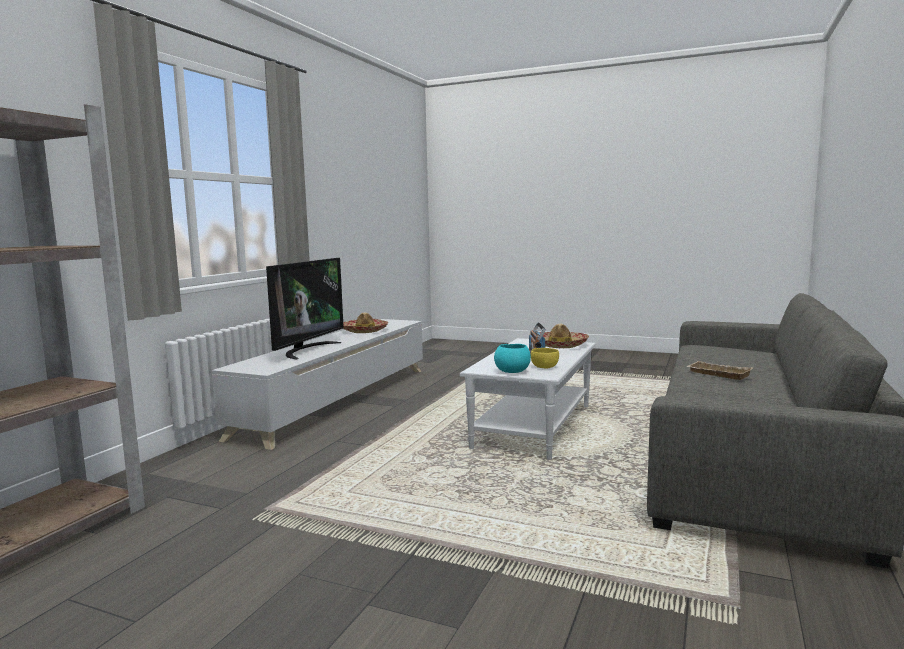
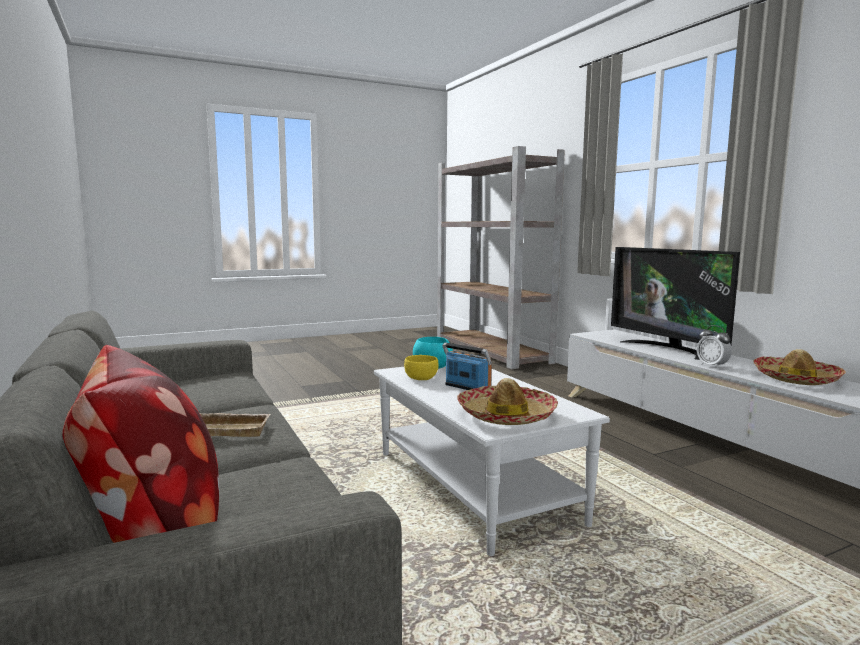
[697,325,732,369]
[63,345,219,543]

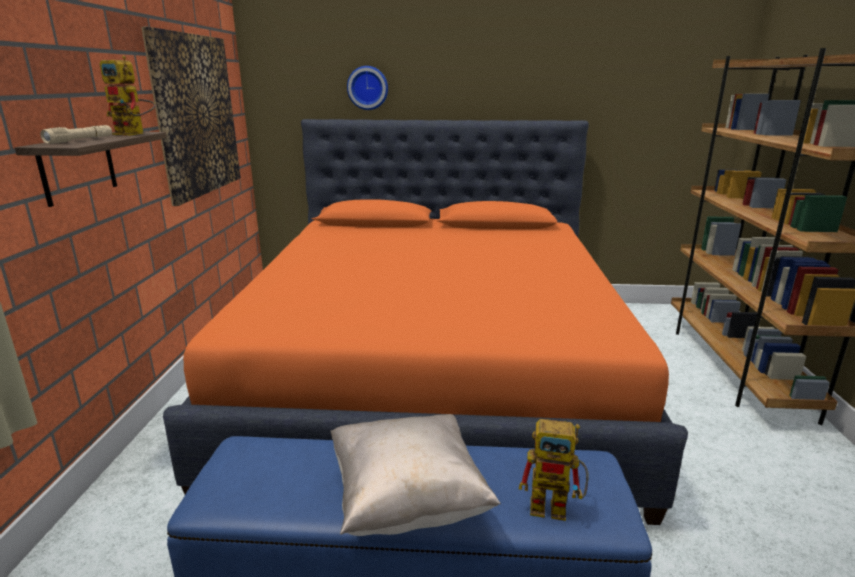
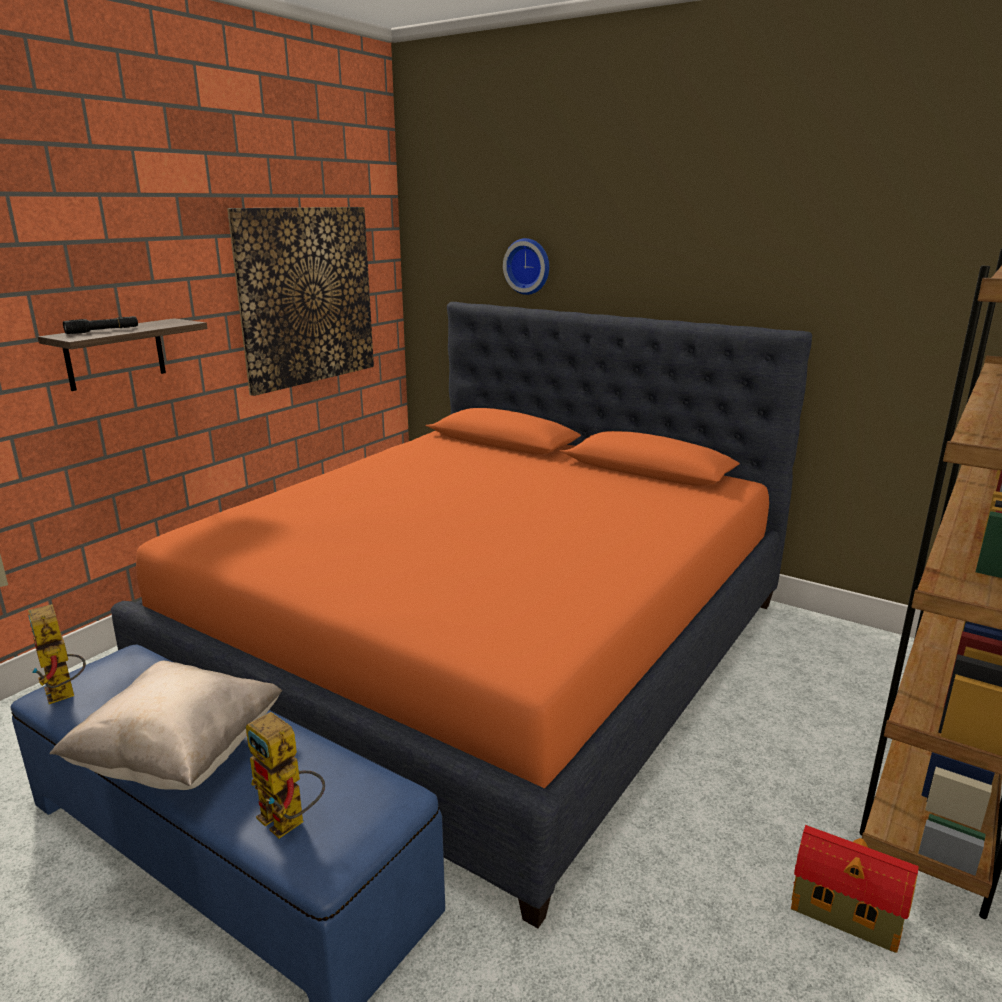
[28,604,86,704]
[63,316,138,334]
[791,825,919,953]

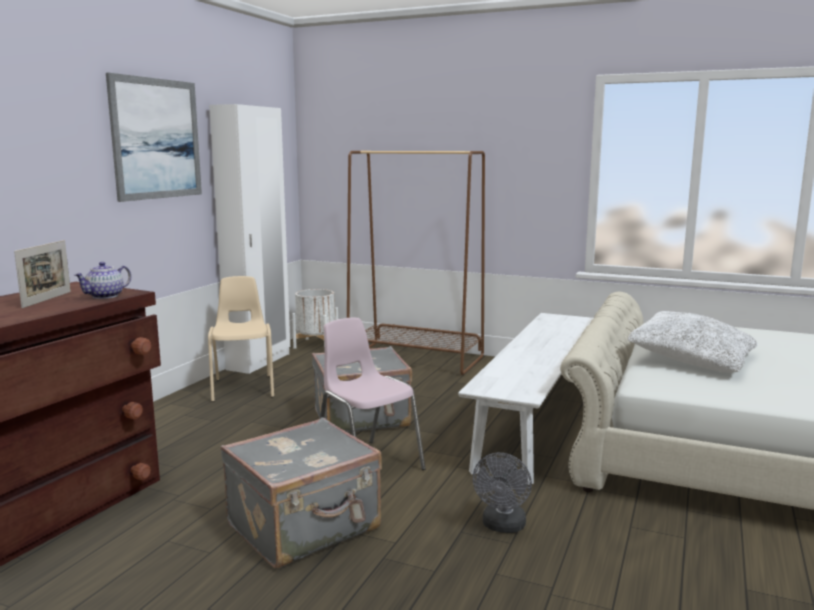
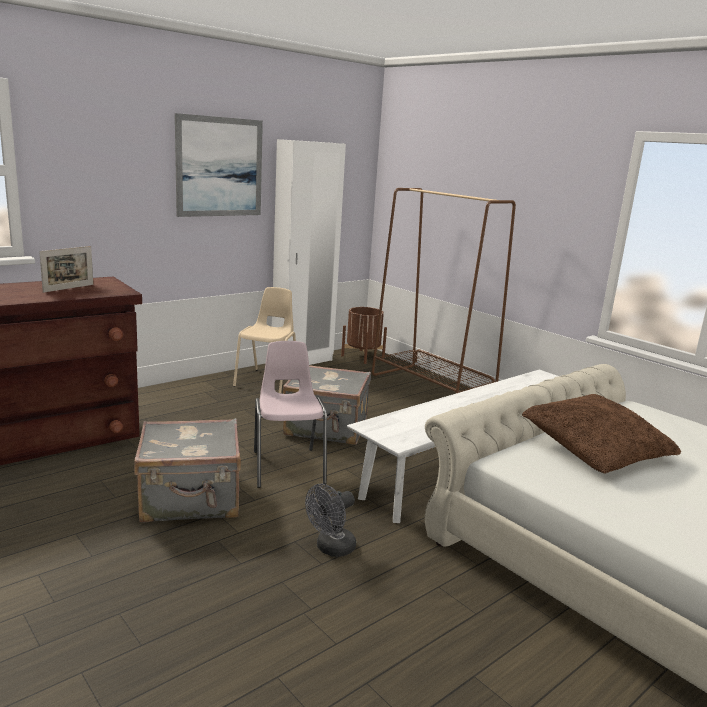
[74,262,131,299] (first image)
[341,307,387,364]
[522,394,681,473]

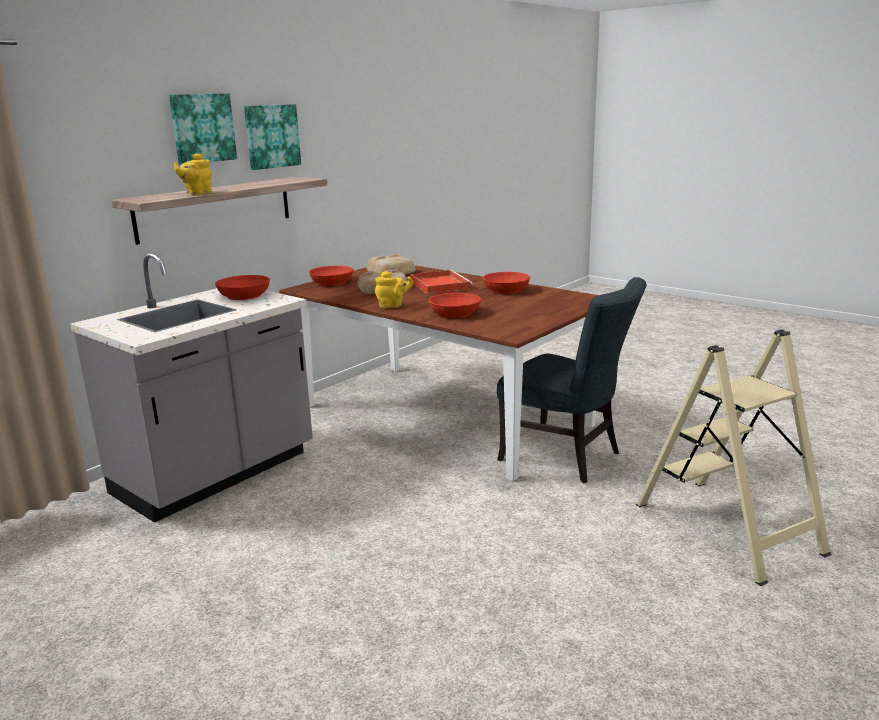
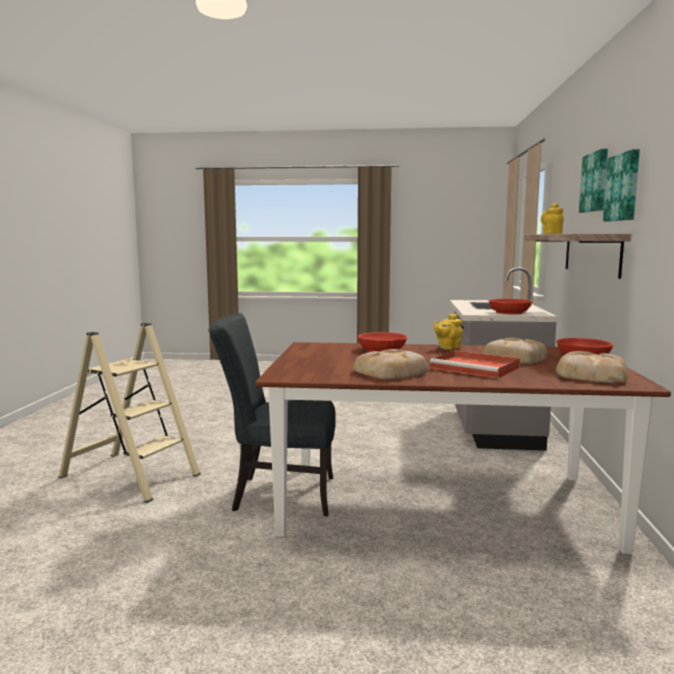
[353,349,429,380]

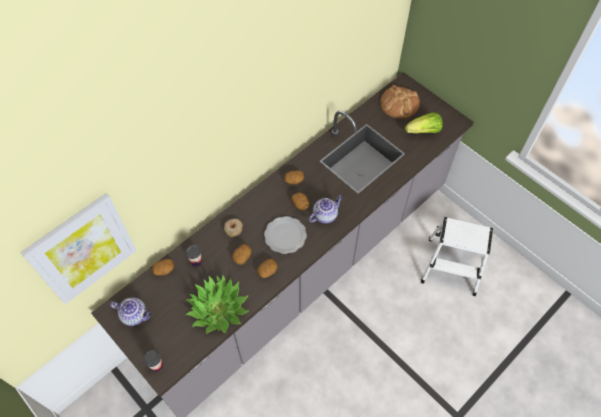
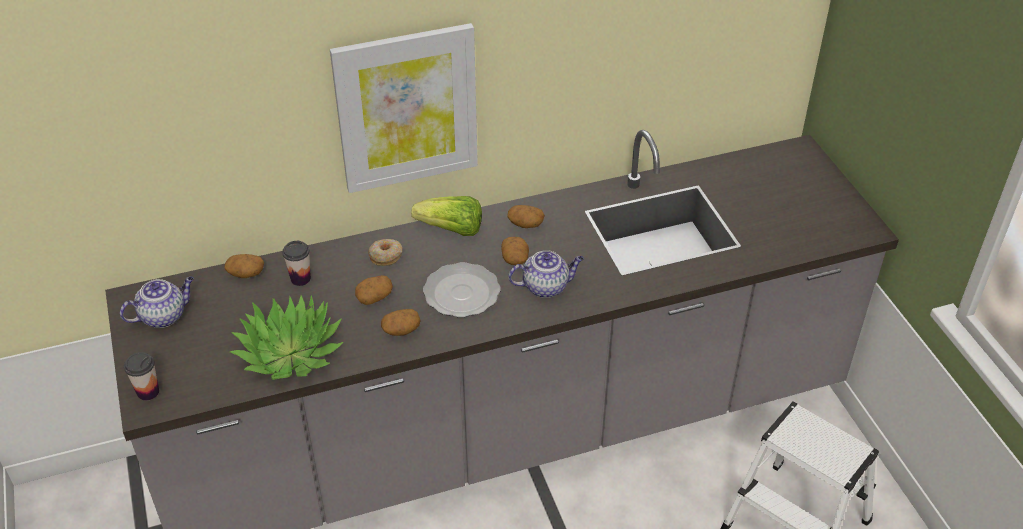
[381,85,420,119] (first image)
[411,196,482,236]
[330,23,478,193]
[120,277,194,328]

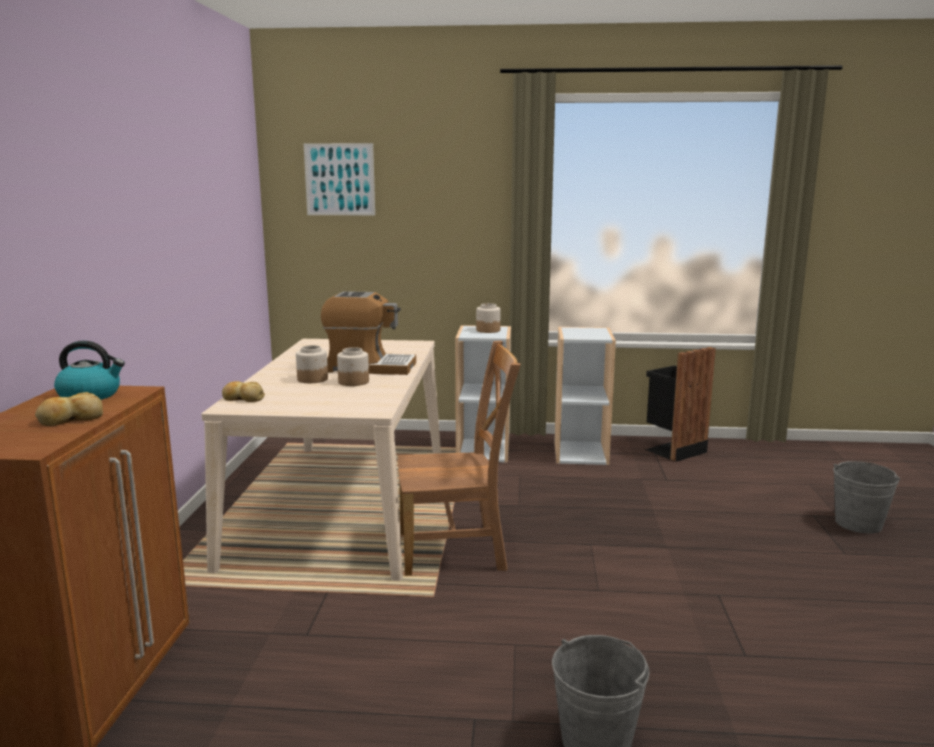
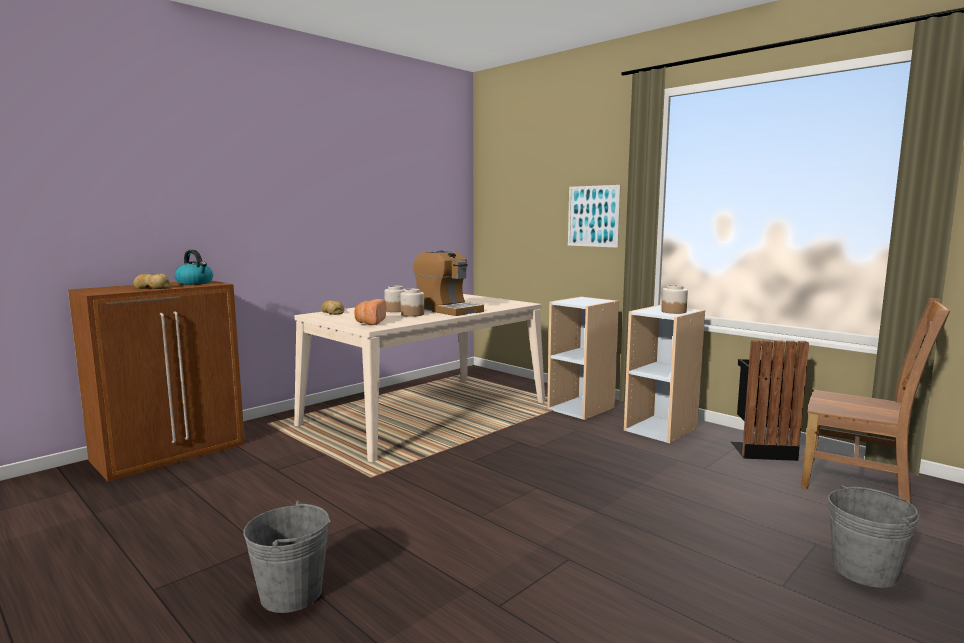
[568,185,621,248]
[661,285,688,314]
[801,298,951,505]
[354,299,386,325]

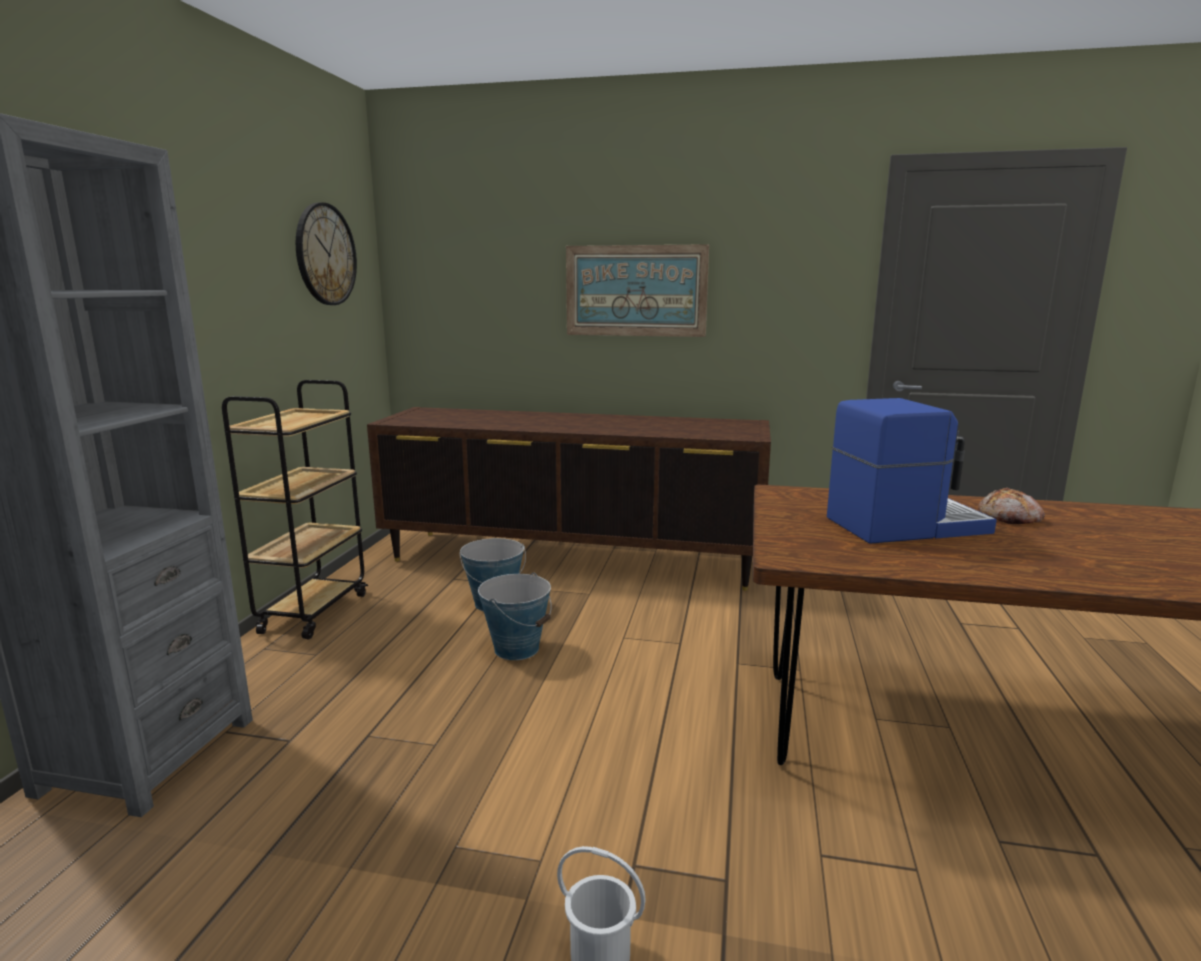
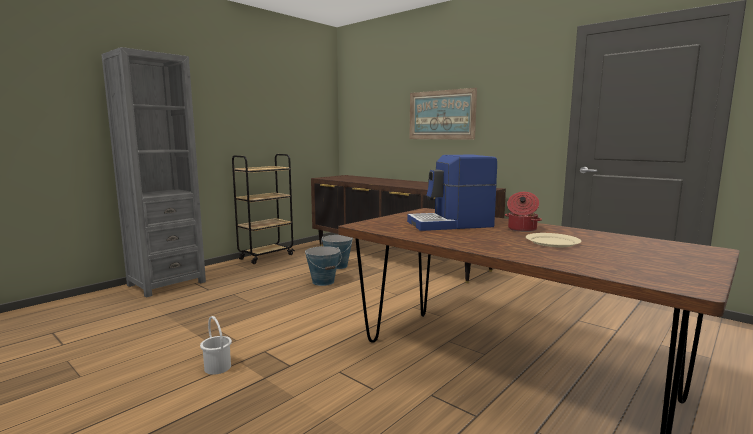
[296,202,357,305] (first image)
[407,155,497,231]
[505,192,542,232]
[526,233,582,247]

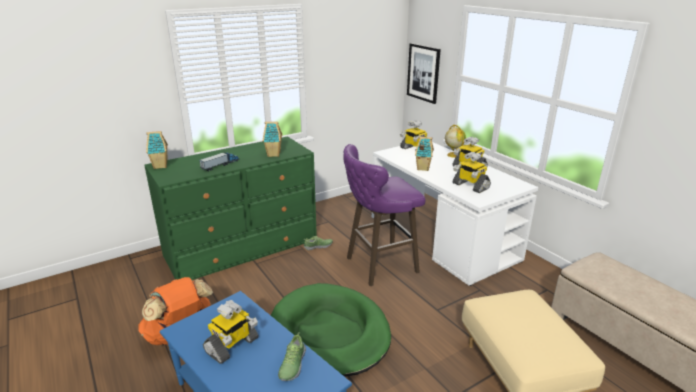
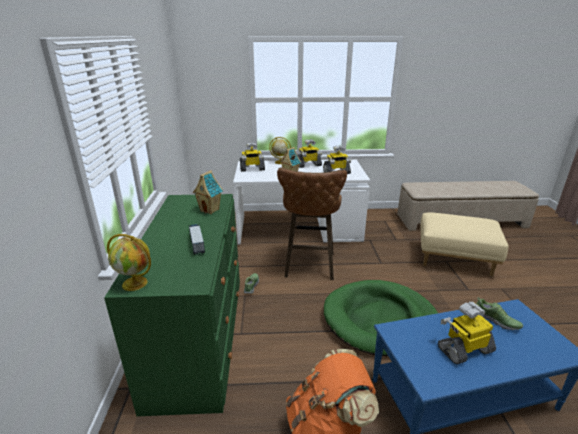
[407,43,441,104] (first image)
[107,234,151,291]
[277,168,347,280]
[438,302,496,364]

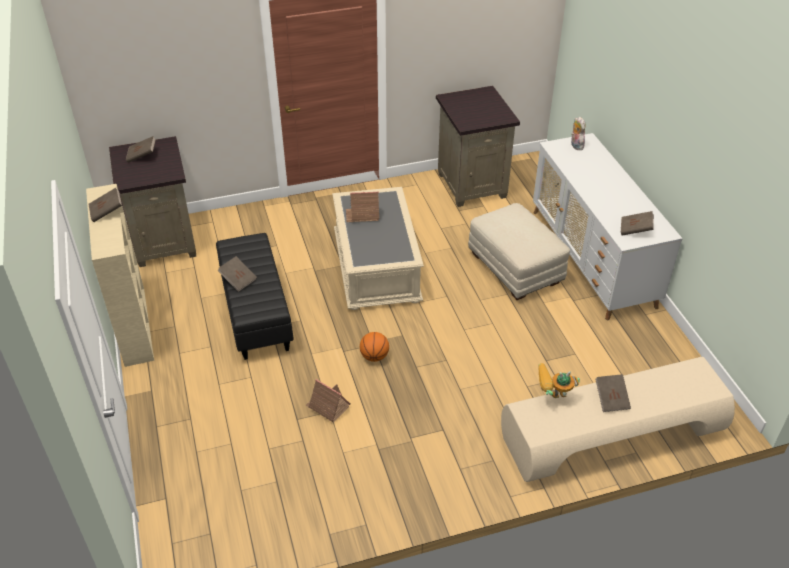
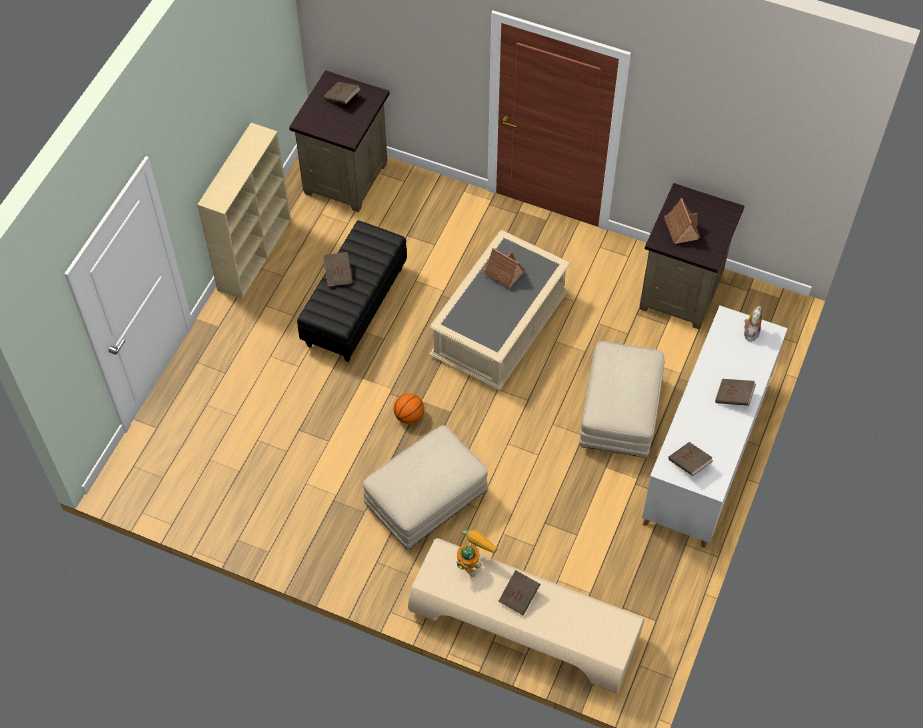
[715,379,756,406]
[456,530,498,577]
[664,198,701,244]
[363,425,488,550]

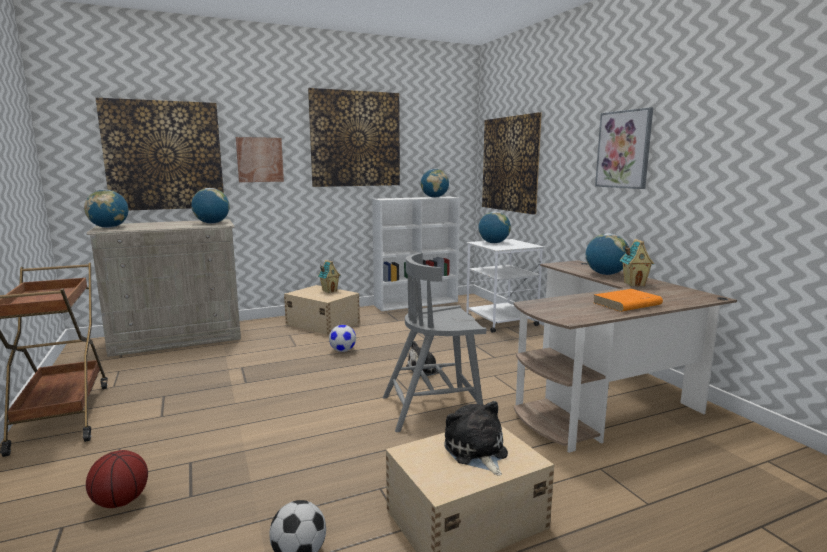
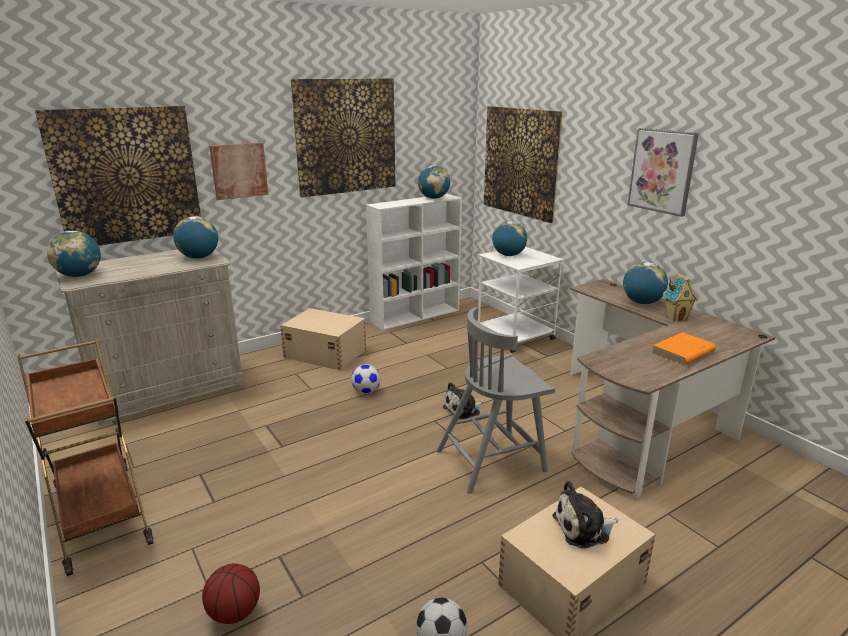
[318,260,341,293] (first image)
[552,481,618,548]

